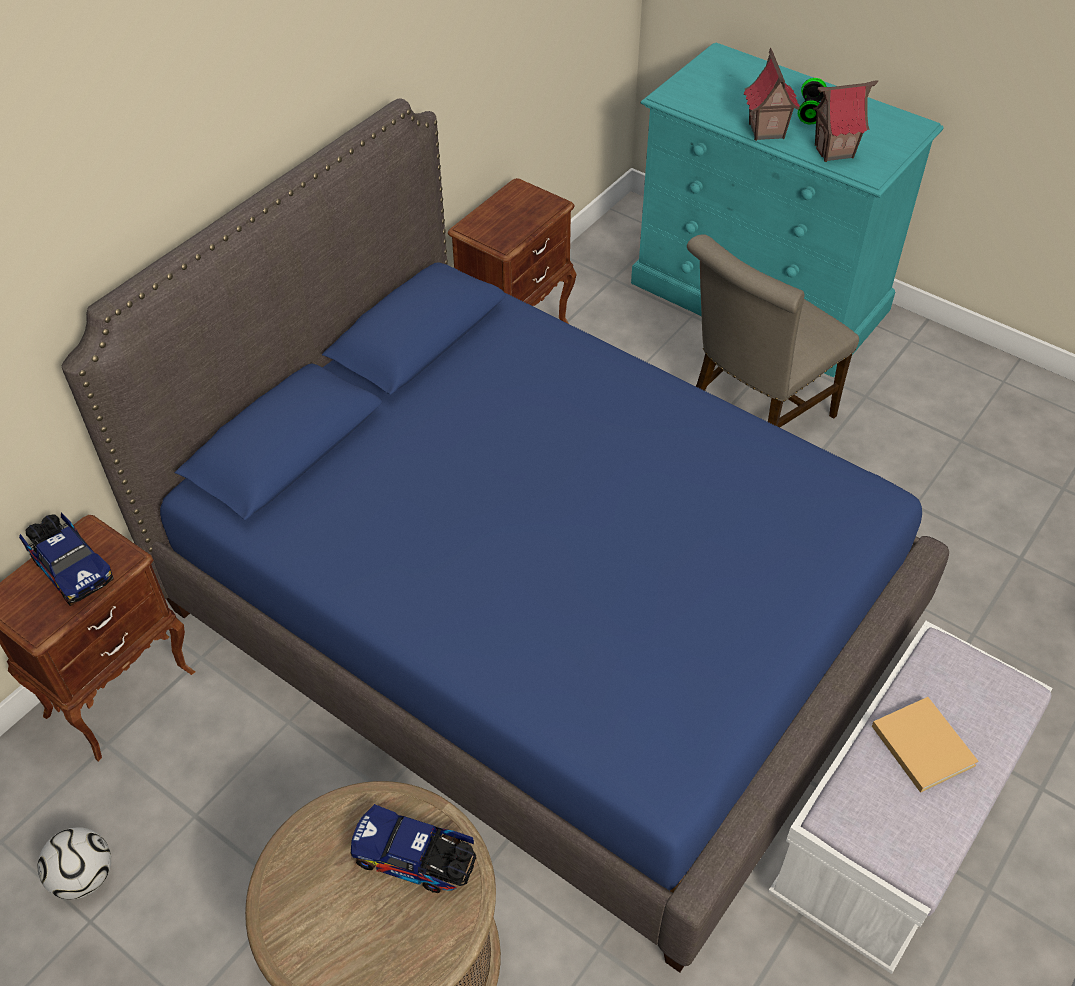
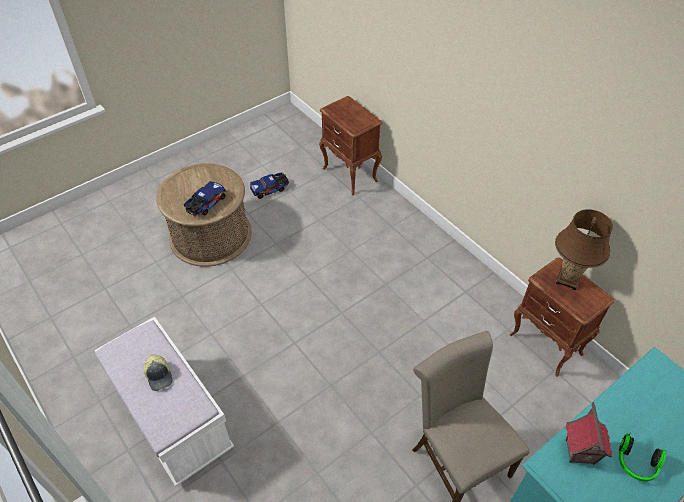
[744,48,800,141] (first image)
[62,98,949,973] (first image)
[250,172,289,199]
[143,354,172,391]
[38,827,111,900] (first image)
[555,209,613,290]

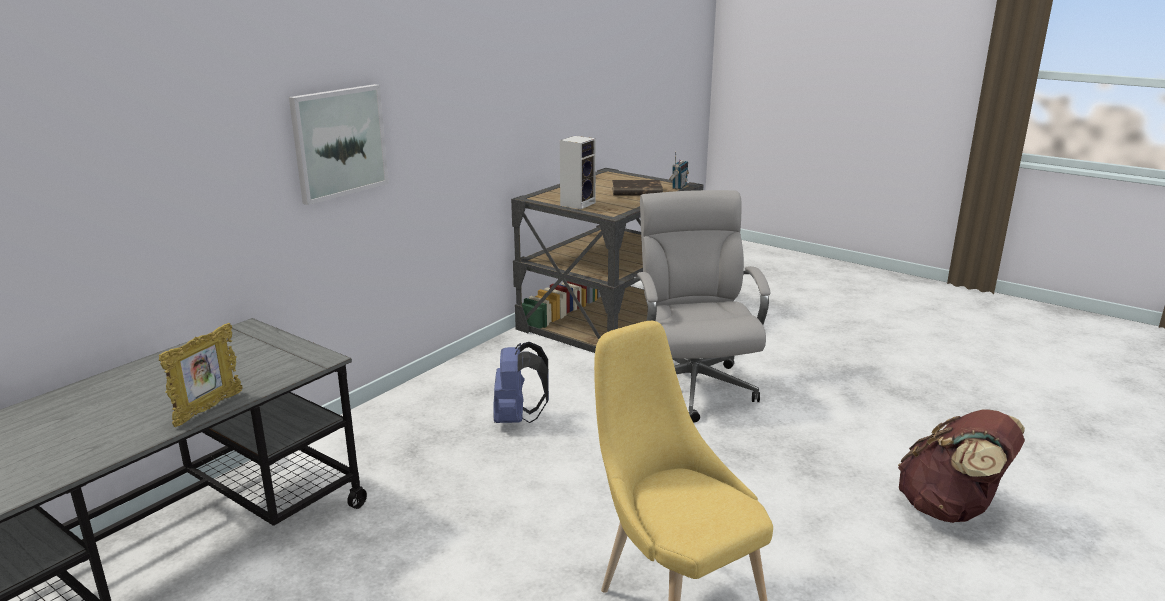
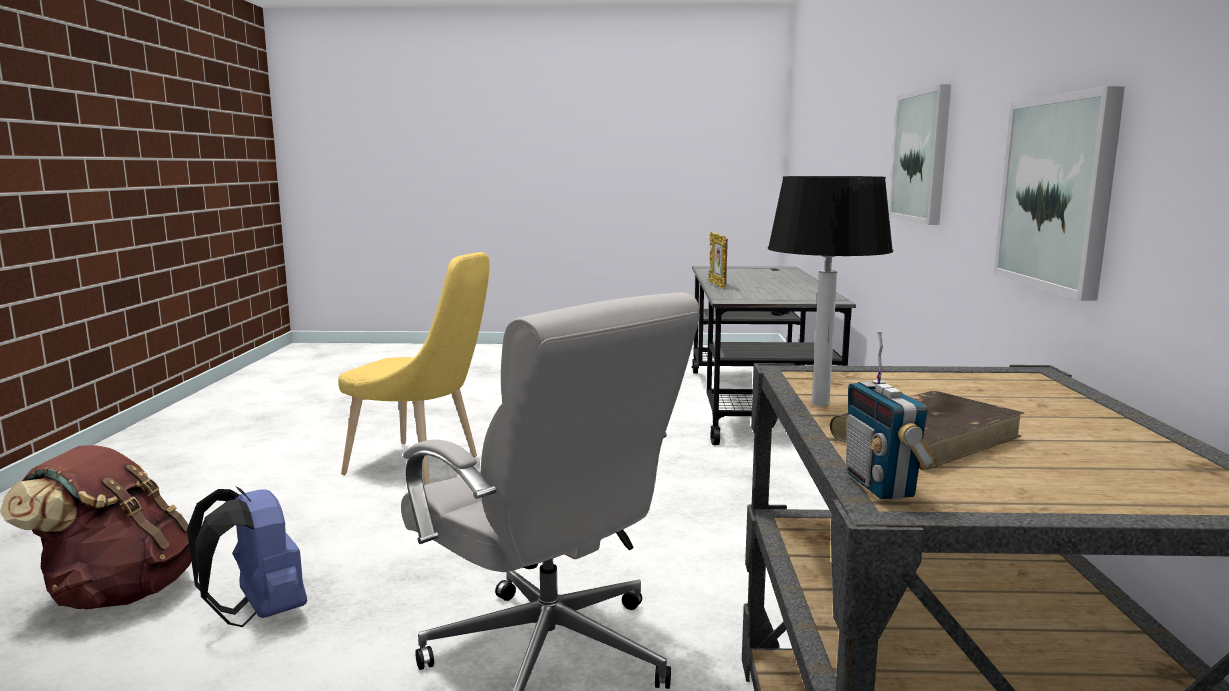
[560,136,596,209] (first image)
[187,486,307,627]
[994,86,1125,301]
[768,176,893,406]

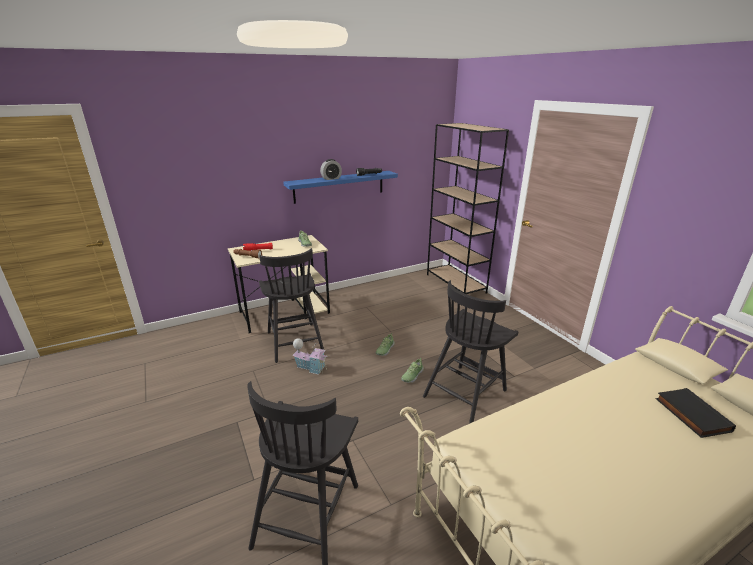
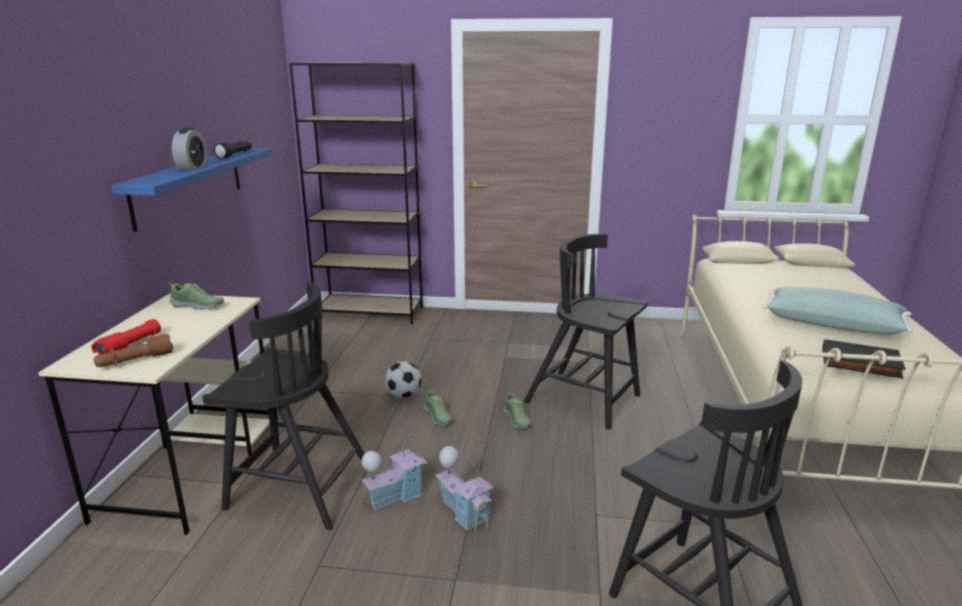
[524,234,647,430]
[822,339,906,379]
[762,287,913,334]
[385,361,422,398]
[436,446,494,530]

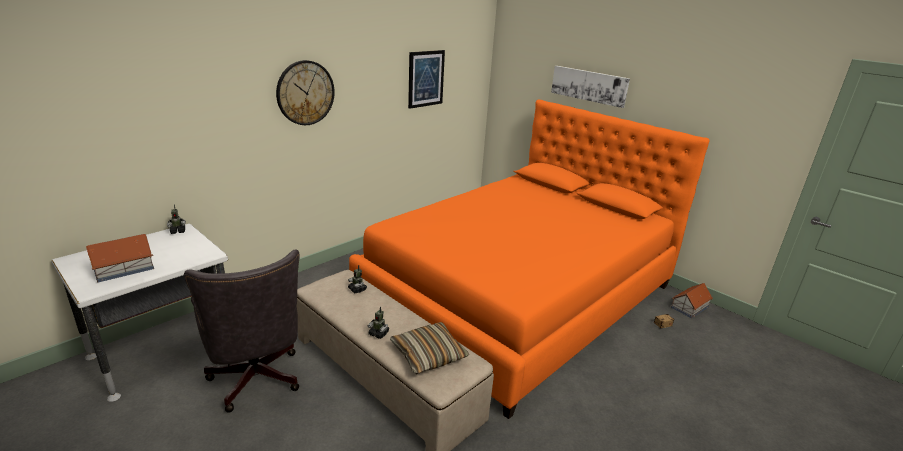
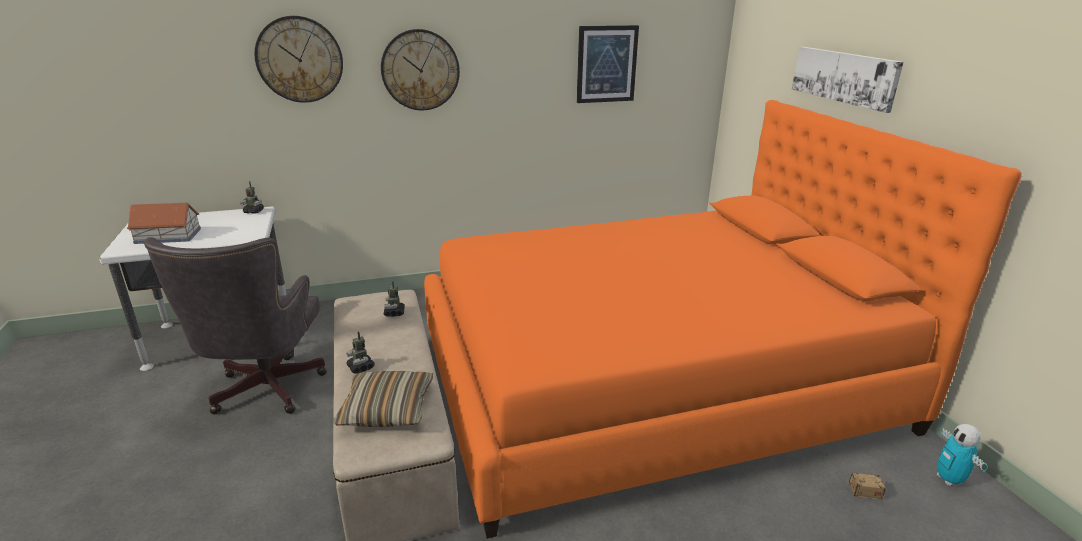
[937,424,988,486]
[254,16,343,103]

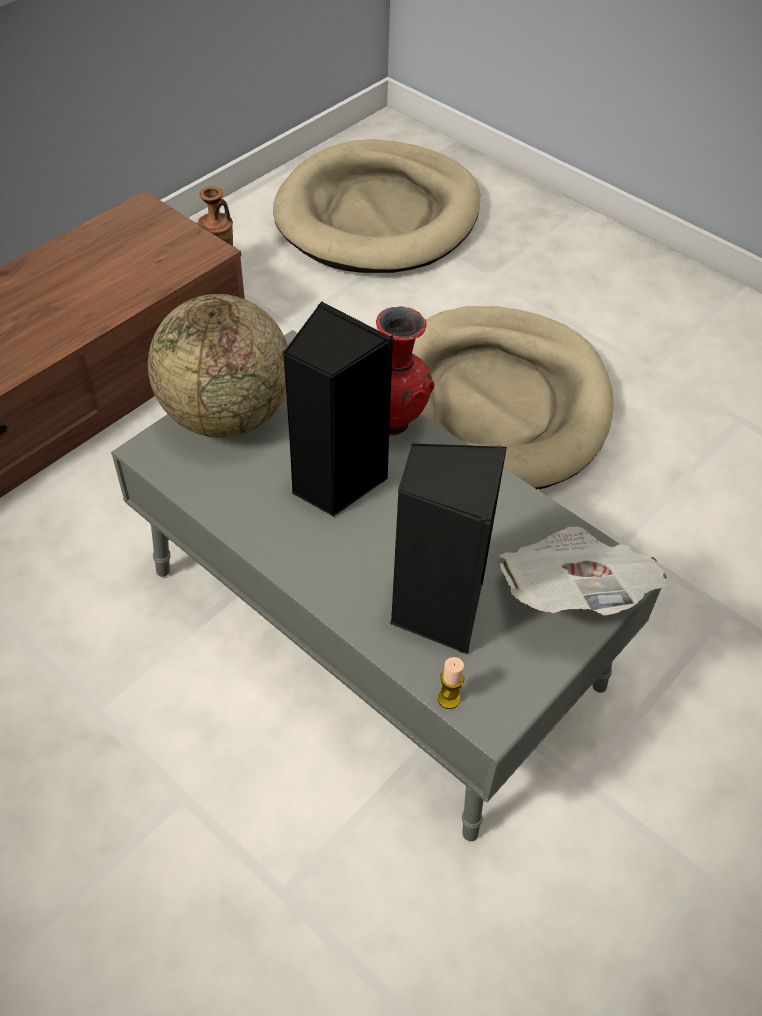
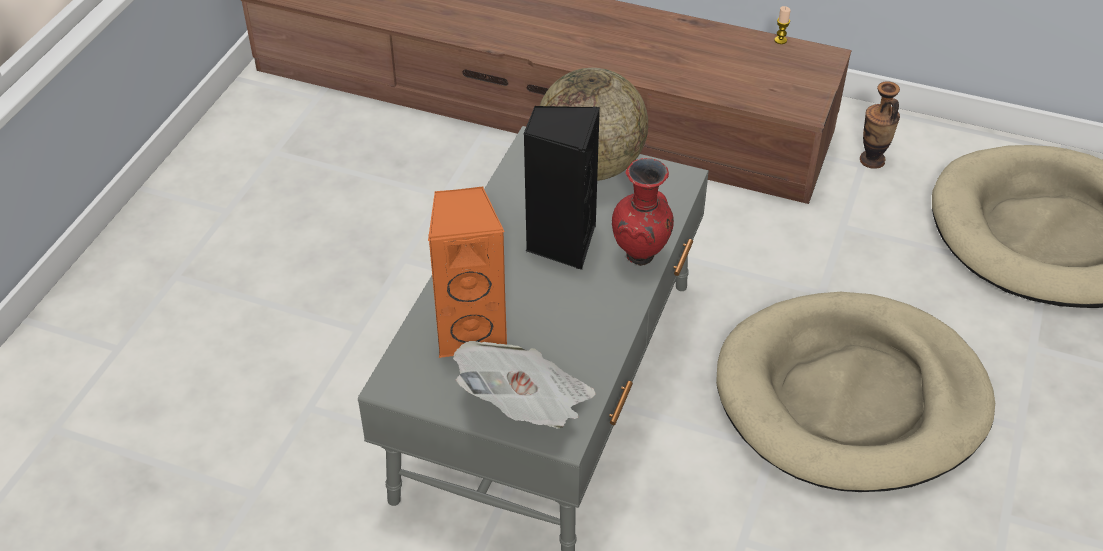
[428,187,507,358]
[774,6,791,44]

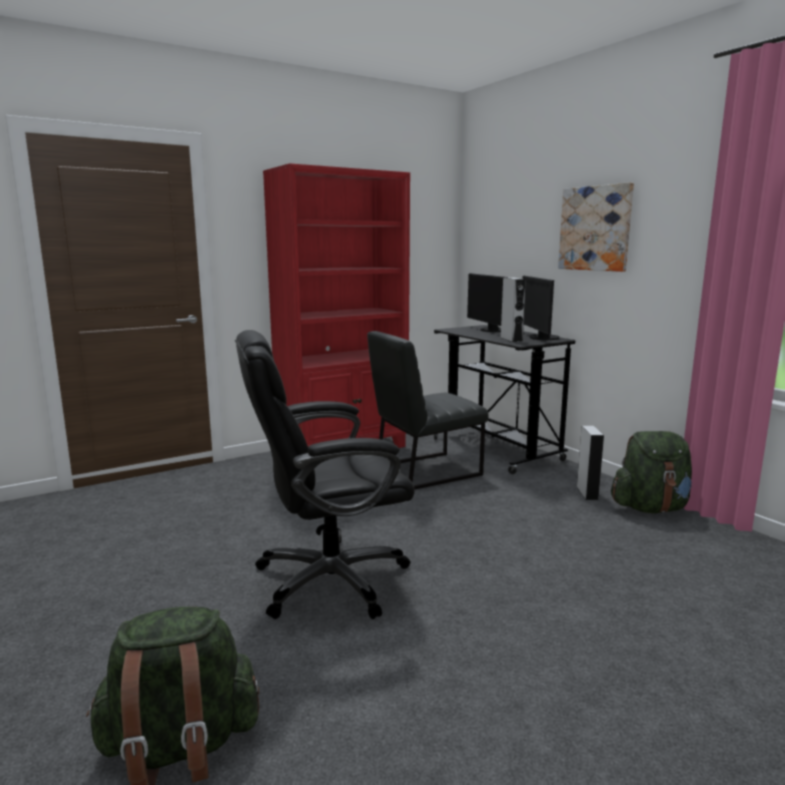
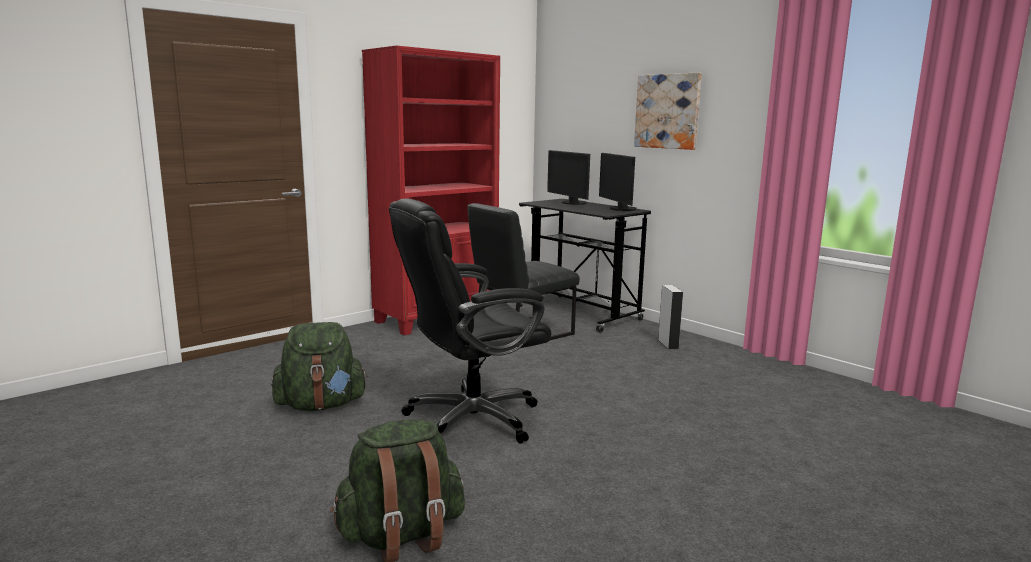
[501,278,526,342] (first image)
[271,322,368,411]

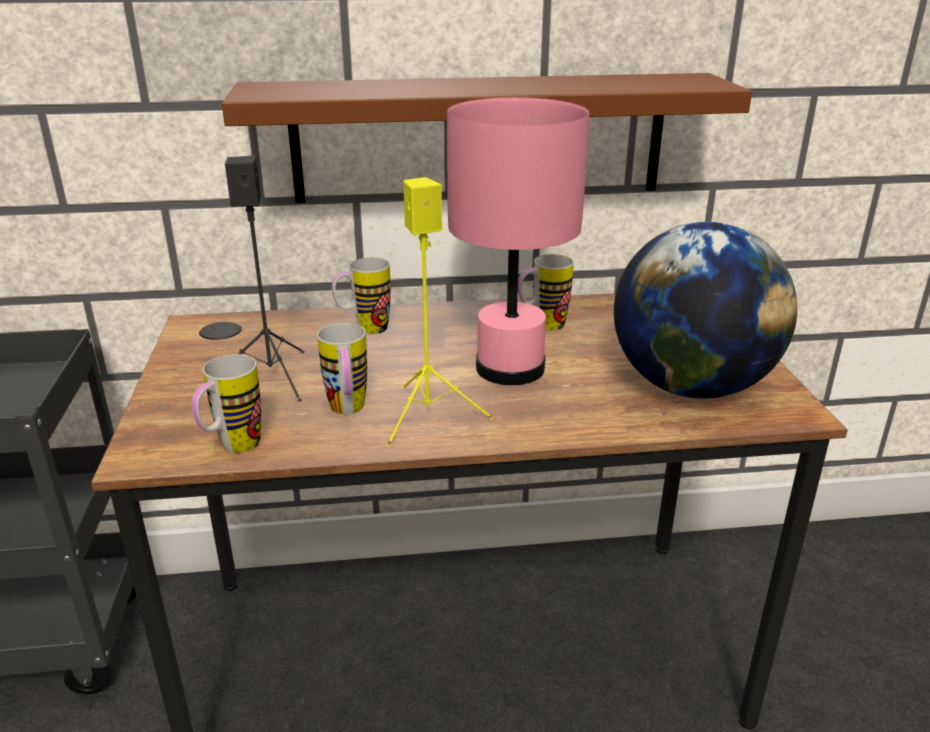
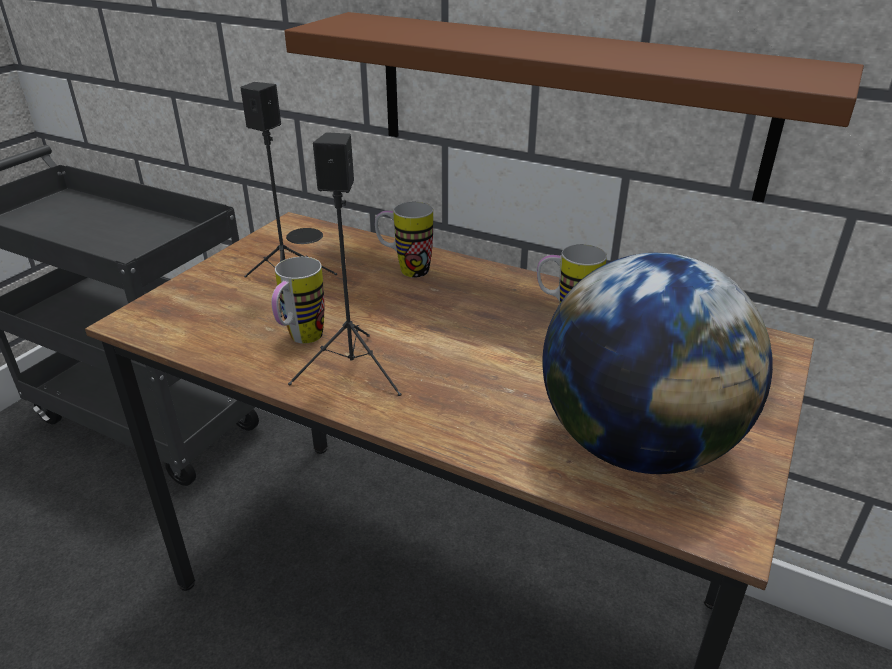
[447,97,589,385] (first image)
[288,132,401,396]
[192,354,261,453] (first image)

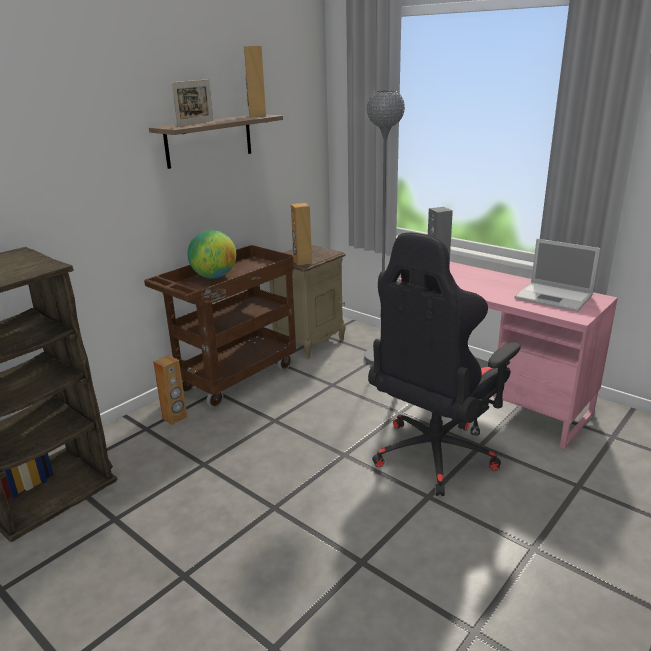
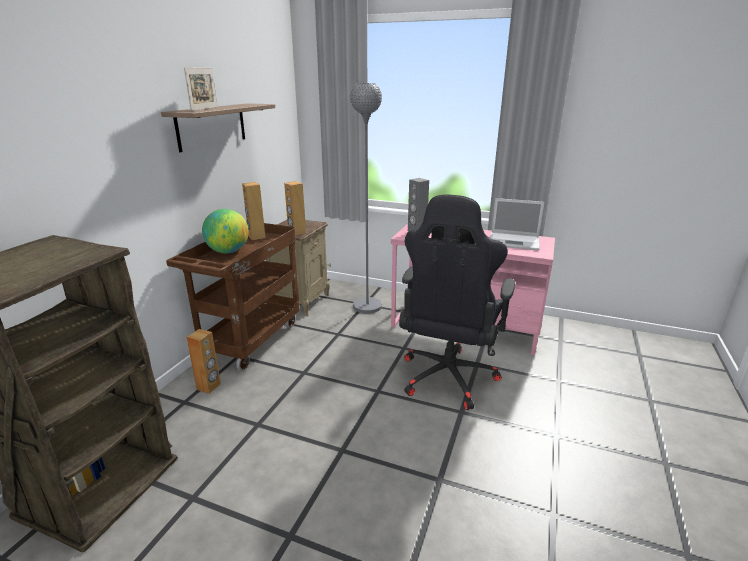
[242,182,266,240]

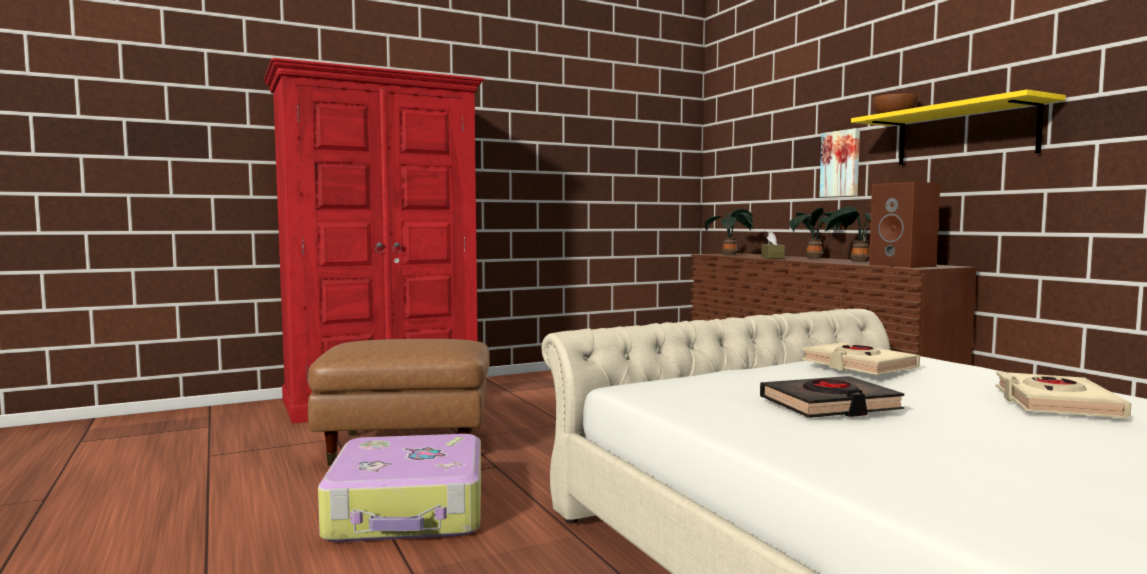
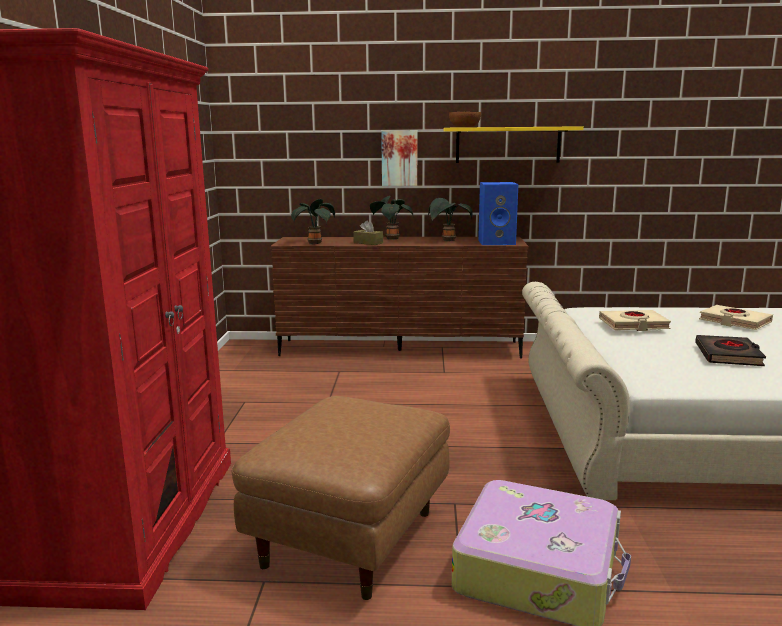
[478,182,518,245]

